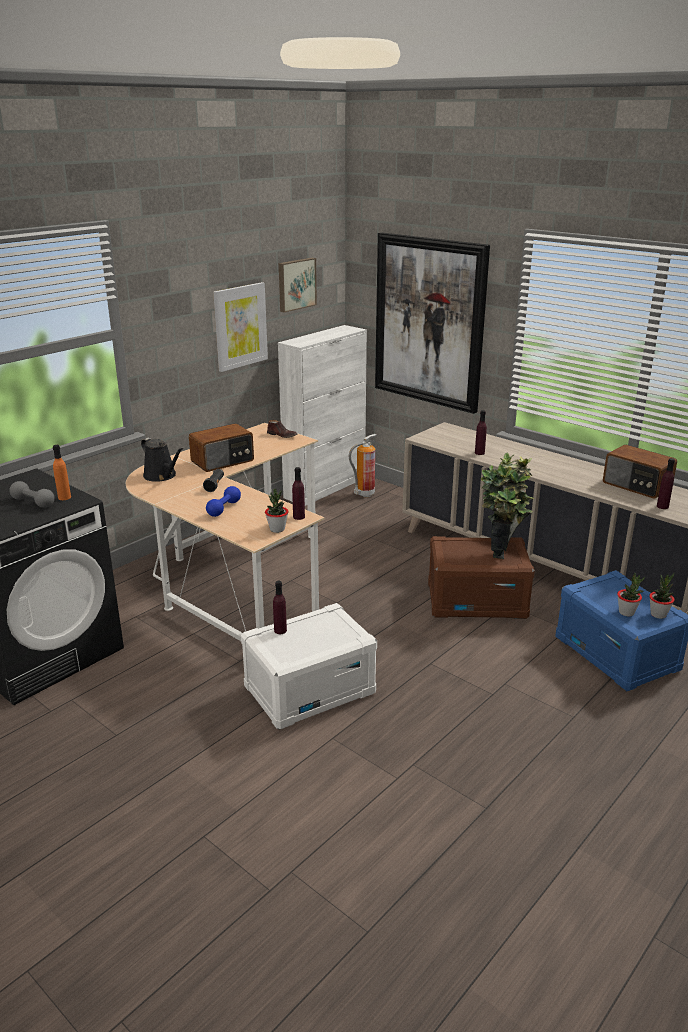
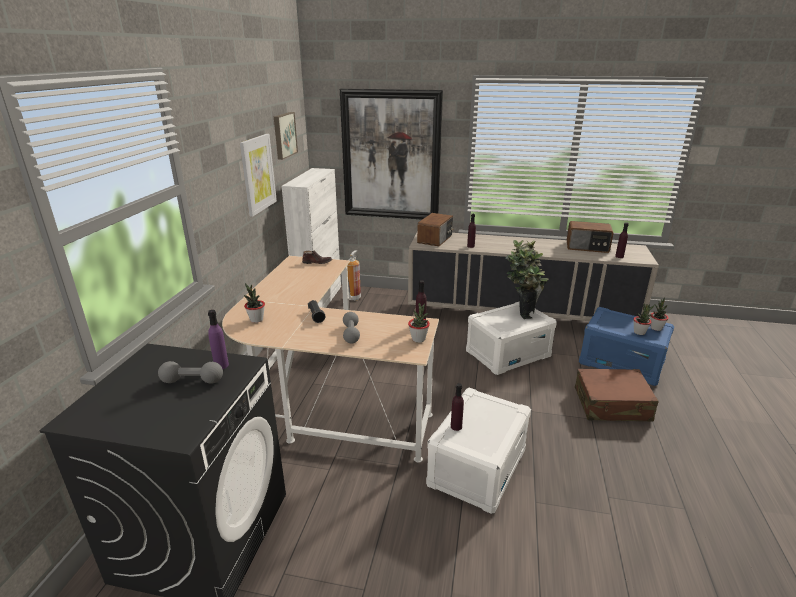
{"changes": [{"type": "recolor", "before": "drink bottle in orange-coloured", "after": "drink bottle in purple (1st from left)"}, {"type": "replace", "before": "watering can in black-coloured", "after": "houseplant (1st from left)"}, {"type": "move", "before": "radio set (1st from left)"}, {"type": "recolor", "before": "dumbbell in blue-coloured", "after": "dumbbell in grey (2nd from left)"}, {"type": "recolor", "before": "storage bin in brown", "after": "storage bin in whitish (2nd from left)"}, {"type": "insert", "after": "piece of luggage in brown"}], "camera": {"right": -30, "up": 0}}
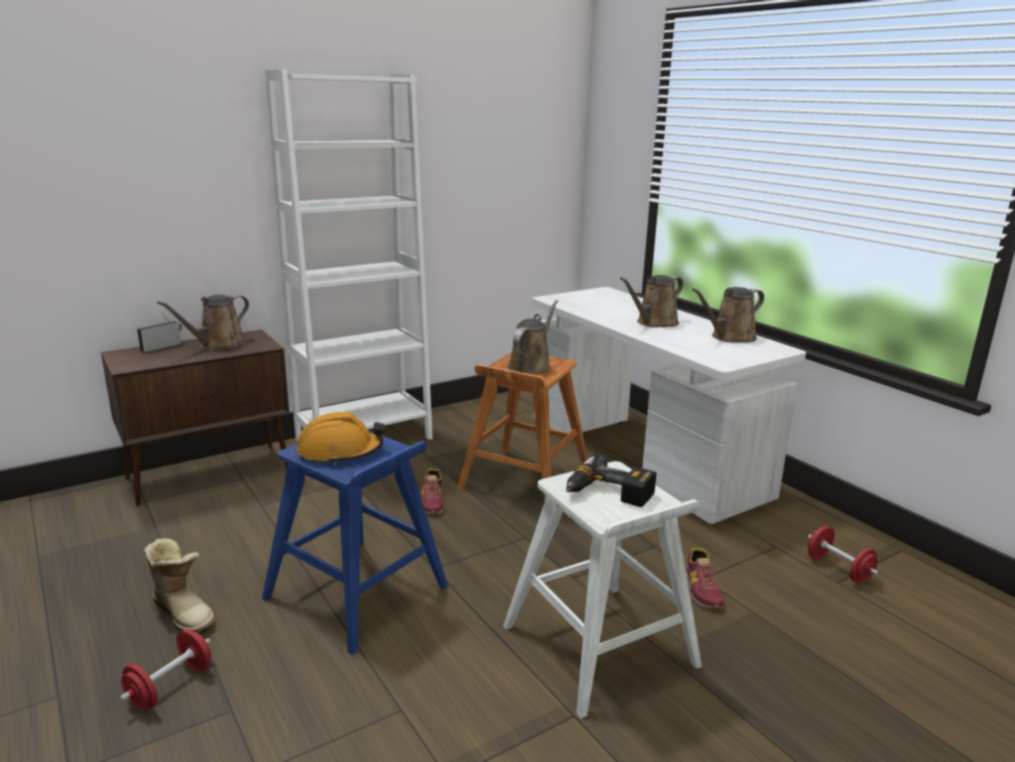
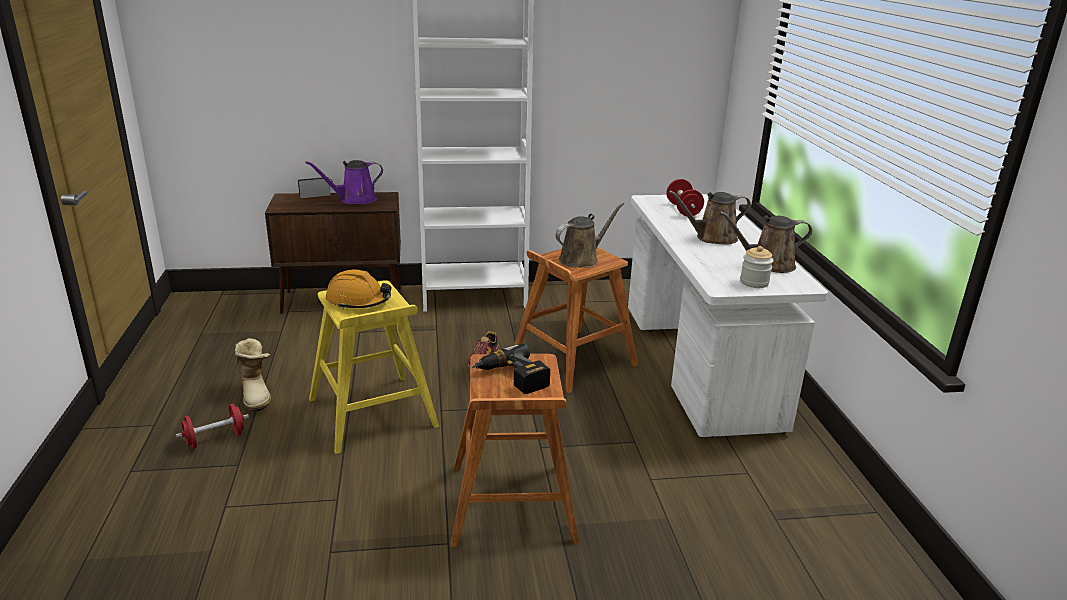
{"changes": [{"type": "recolor", "before": "watering can in brown (1st from left)", "after": "watering can in purple"}, {"type": "recolor", "before": "stool in blue-coloured", "after": "stool in yellow-coloured"}, {"type": "recolor", "before": "stool in whitish", "after": "stool in brown (1st from left)"}, {"type": "delete", "before": "low shoe (2nd from left)"}, {"type": "move", "before": "dumbbell in reddish (2nd from left)"}, {"type": "insert", "after": "preserve jar"}], "camera": {"right": 25, "up": 5}}
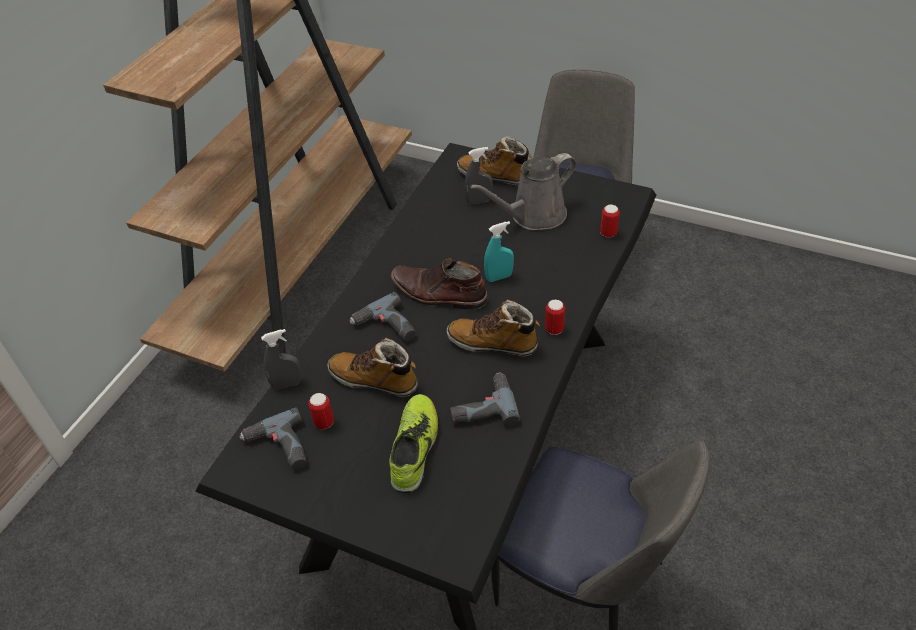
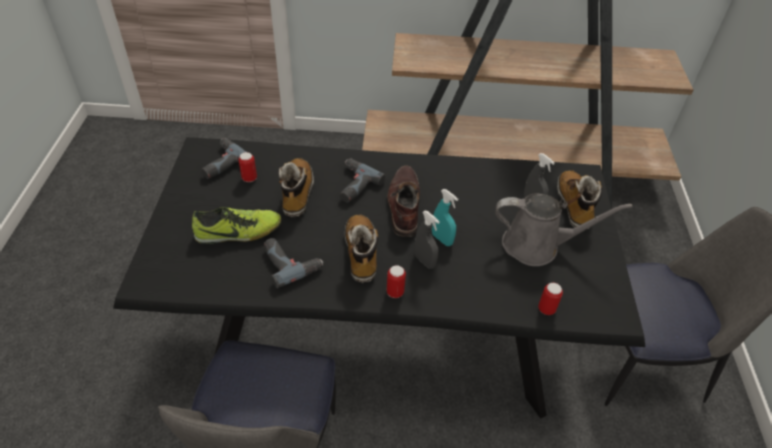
{"changes": [{"type": "move", "before": "sprayer in grey (1st from left)"}, {"type": "rotate", "before": "watering can in grey", "turn": 150}], "camera": {"right": 65, "up": 0}}
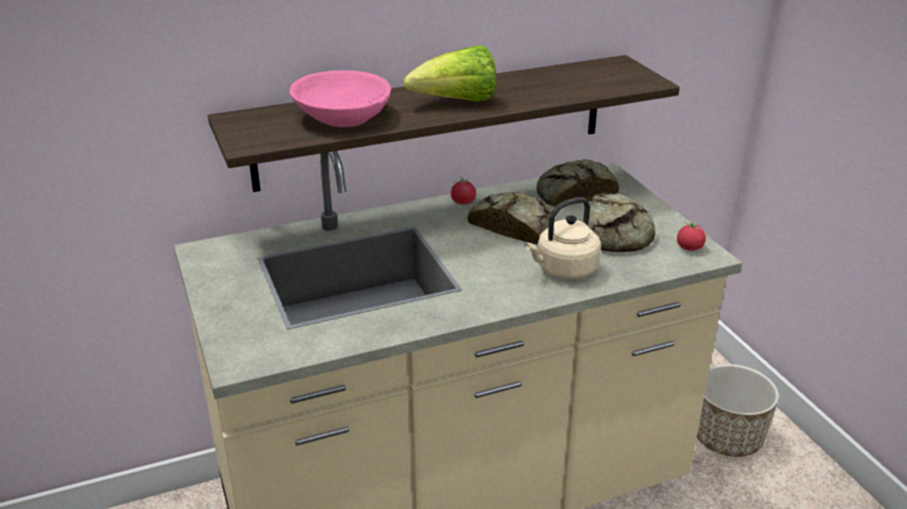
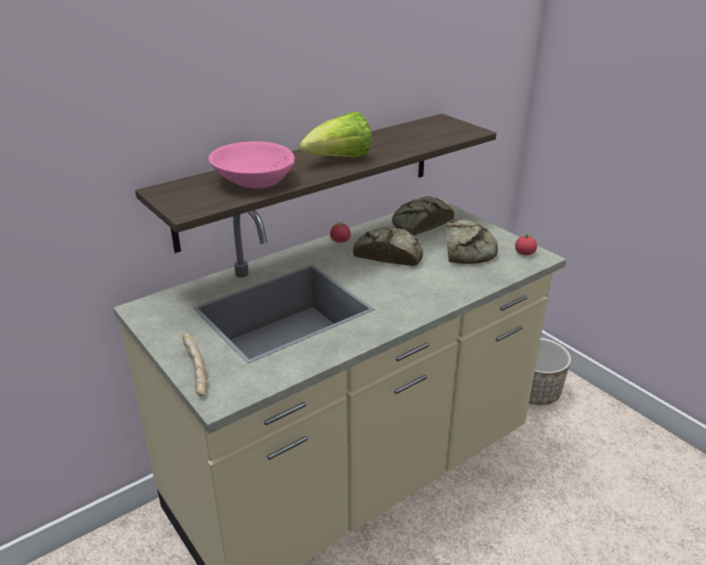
{"changes": [{"type": "delete", "before": "kettle in beige-coloured"}, {"type": "insert", "after": "baked bread (1st from left)"}], "camera": {"right": -15, "up": 0}}
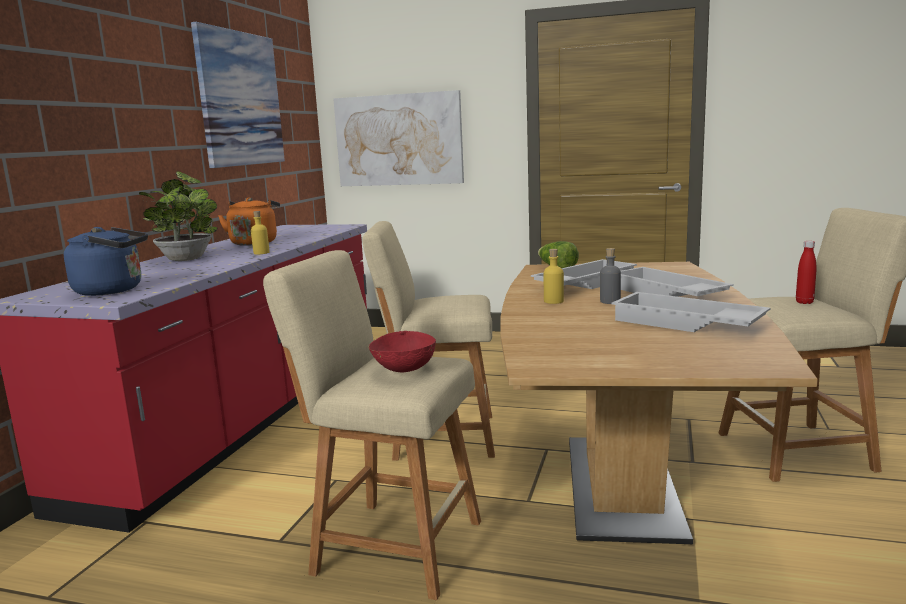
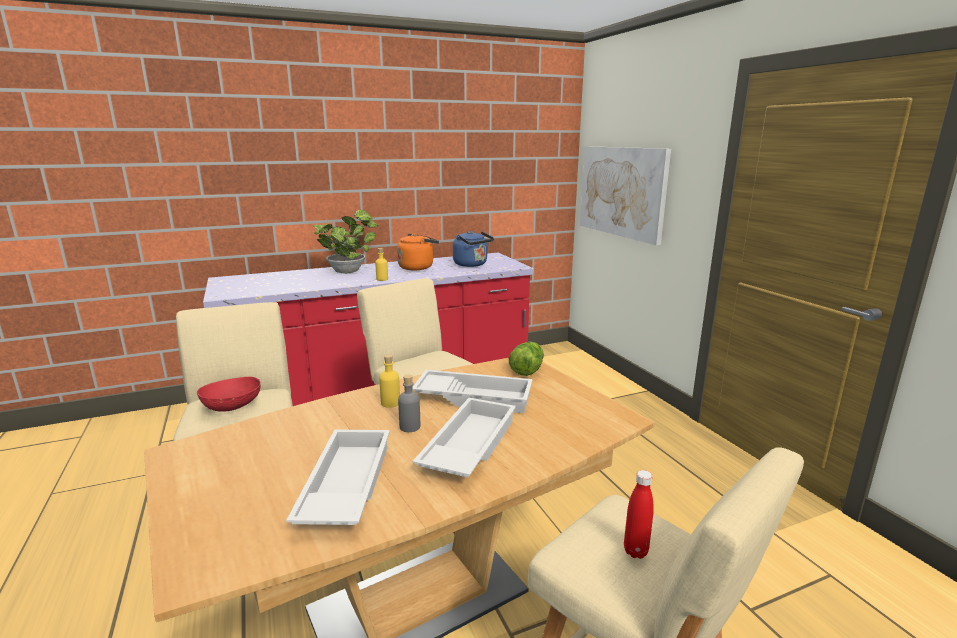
{"changes": [{"type": "move", "before": "kettle in blue-coloured"}, {"type": "delete", "before": "wall art (1st from left)"}], "camera": {"right": 50, "up": 5}}
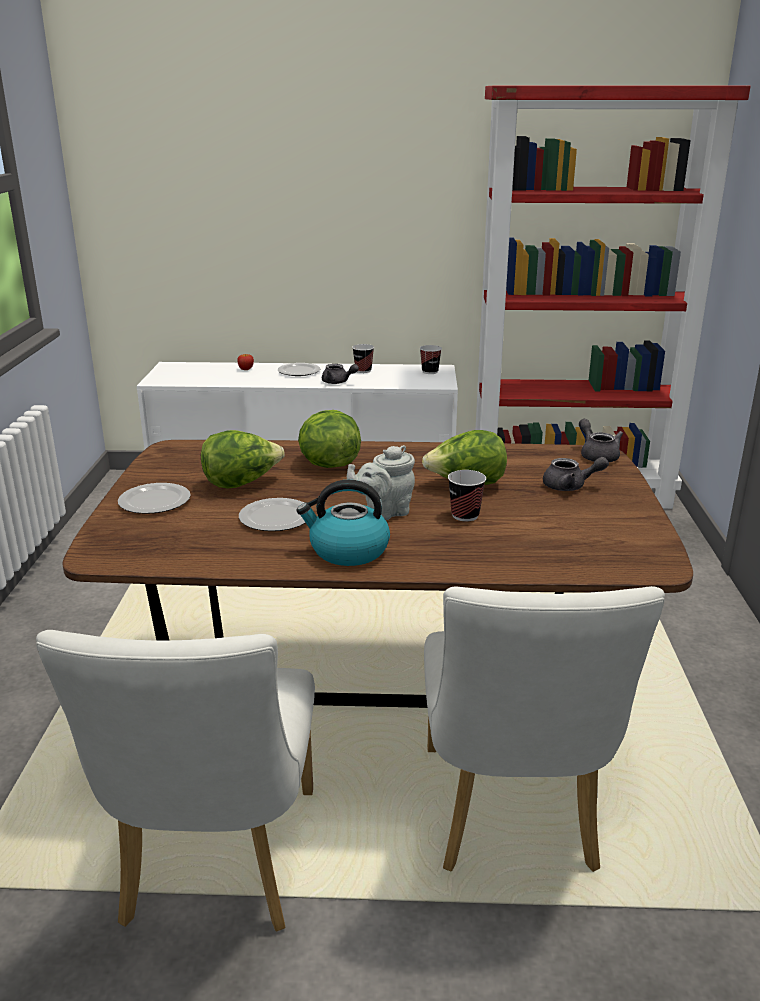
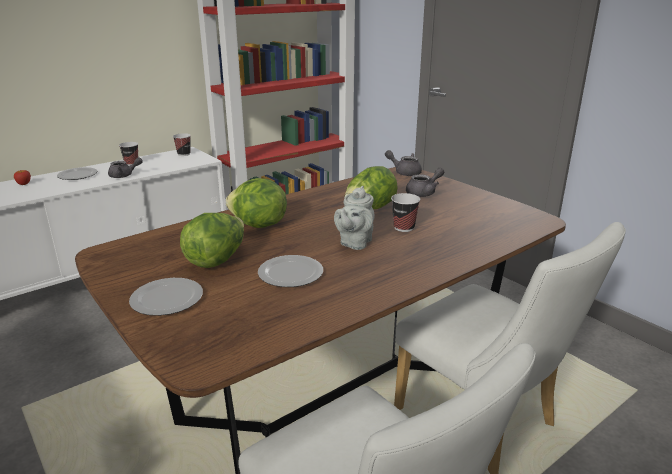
{"changes": [{"type": "delete", "before": "kettle"}], "camera": {"right": -40, "up": 0}}
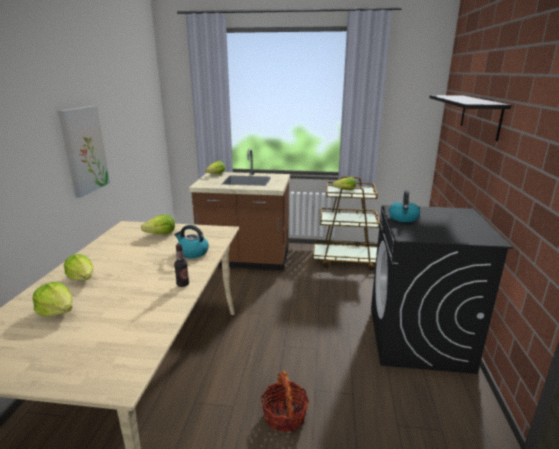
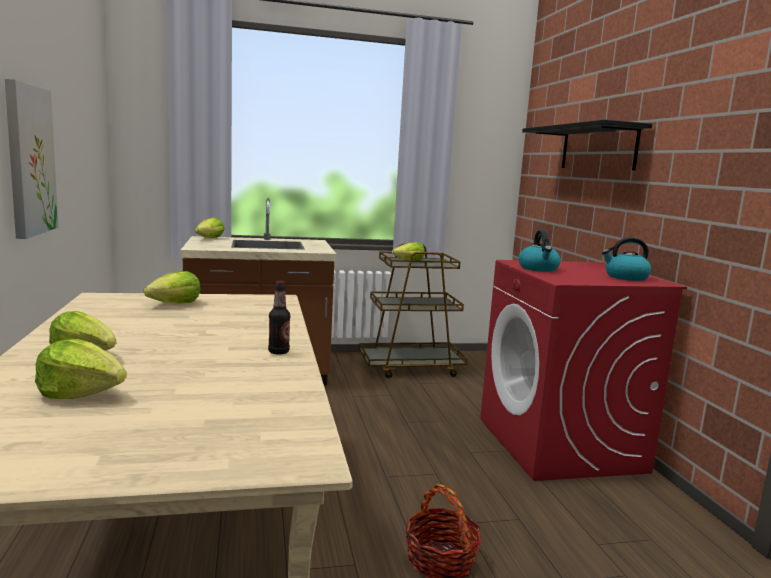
{"changes": [{"type": "move", "before": "kettle (1st from left in the first image)", "after": "kettle (2nd from left)"}, {"type": "recolor", "before": "laundry machine in black-coloured", "after": "laundry machine in reddish"}], "camera": {"right": -20, "up": -10}}
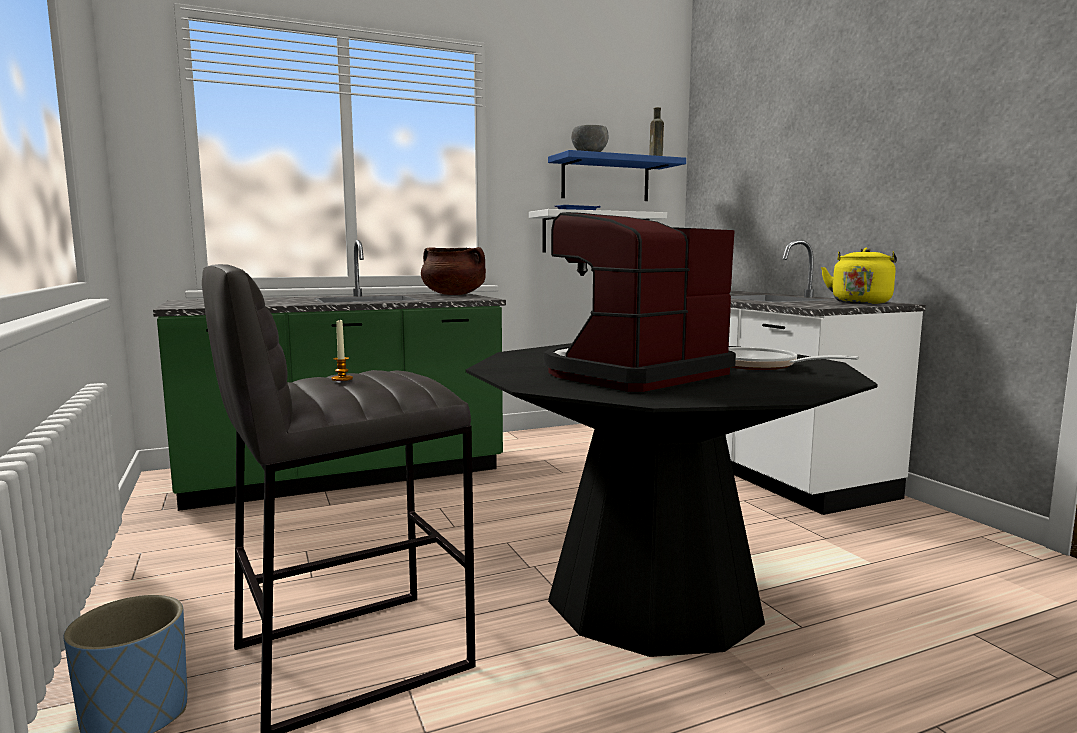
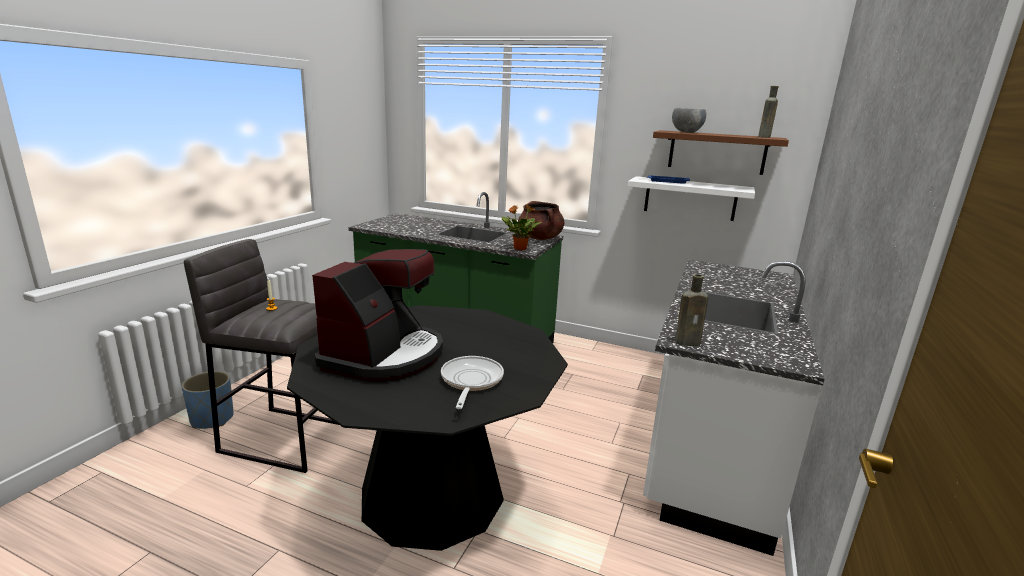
{"changes": [{"type": "rotate", "before": "coffee brewer", "turn": 105}, {"type": "recolor", "before": "shelf in blue-coloured", "after": "shelf in brown"}, {"type": "delete", "before": "kettle in yellow-coloured"}, {"type": "insert", "after": "houseplant"}, {"type": "insert", "after": "drink bottle in brown (1st from left)"}], "camera": {"right": 45, "up": 10}}
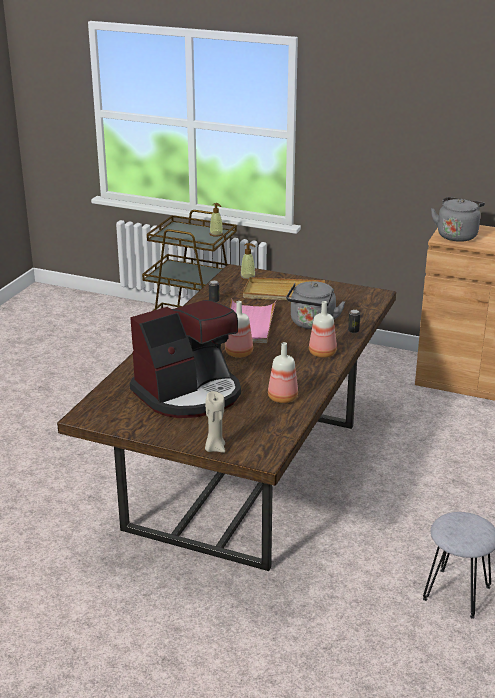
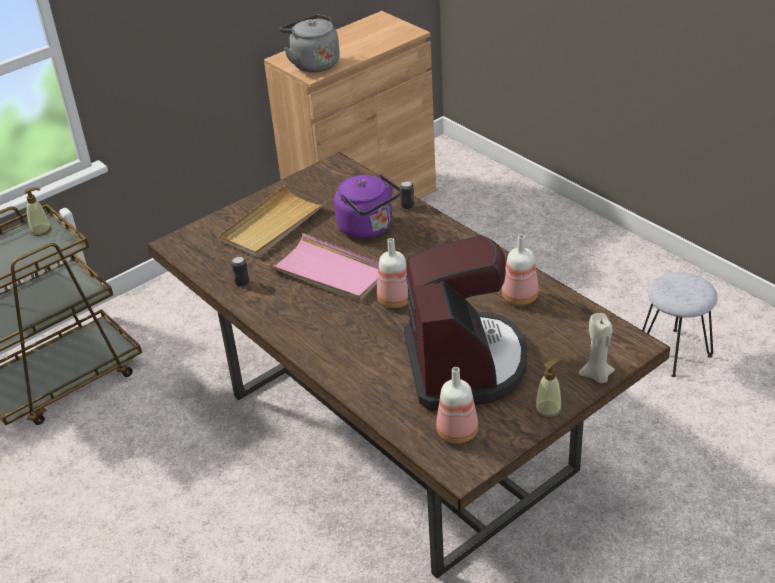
{"changes": [{"type": "move", "before": "soap dispenser (2nd from left)"}, {"type": "recolor", "before": "kettle in grey (1st from left)", "after": "kettle in purple"}, {"type": "move", "before": "drink bottle (3rd from left in the first image)", "after": "drink bottle (2nd from left)"}], "camera": {"right": -60, "up": 10}}
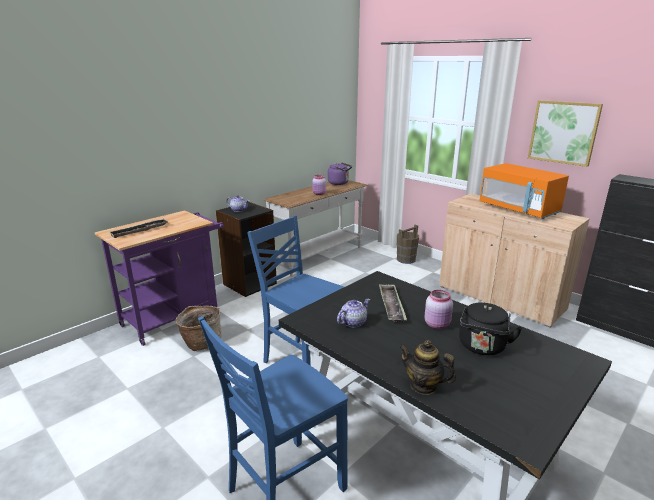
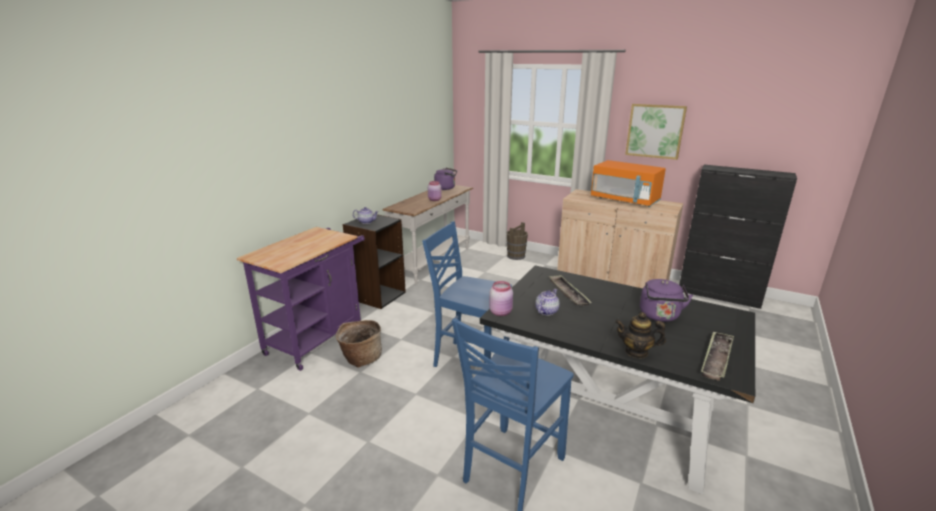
{"changes": [{"type": "move", "before": "carrying tray (1st from left in the first image)", "after": "carrying tray (2nd from left)"}, {"type": "move", "before": "preserve jar in pink (2nd from left)"}, {"type": "recolor", "before": "kettle in black-coloured", "after": "kettle in purple (2nd from left)"}], "camera": {"right": -15, "up": 0}}
